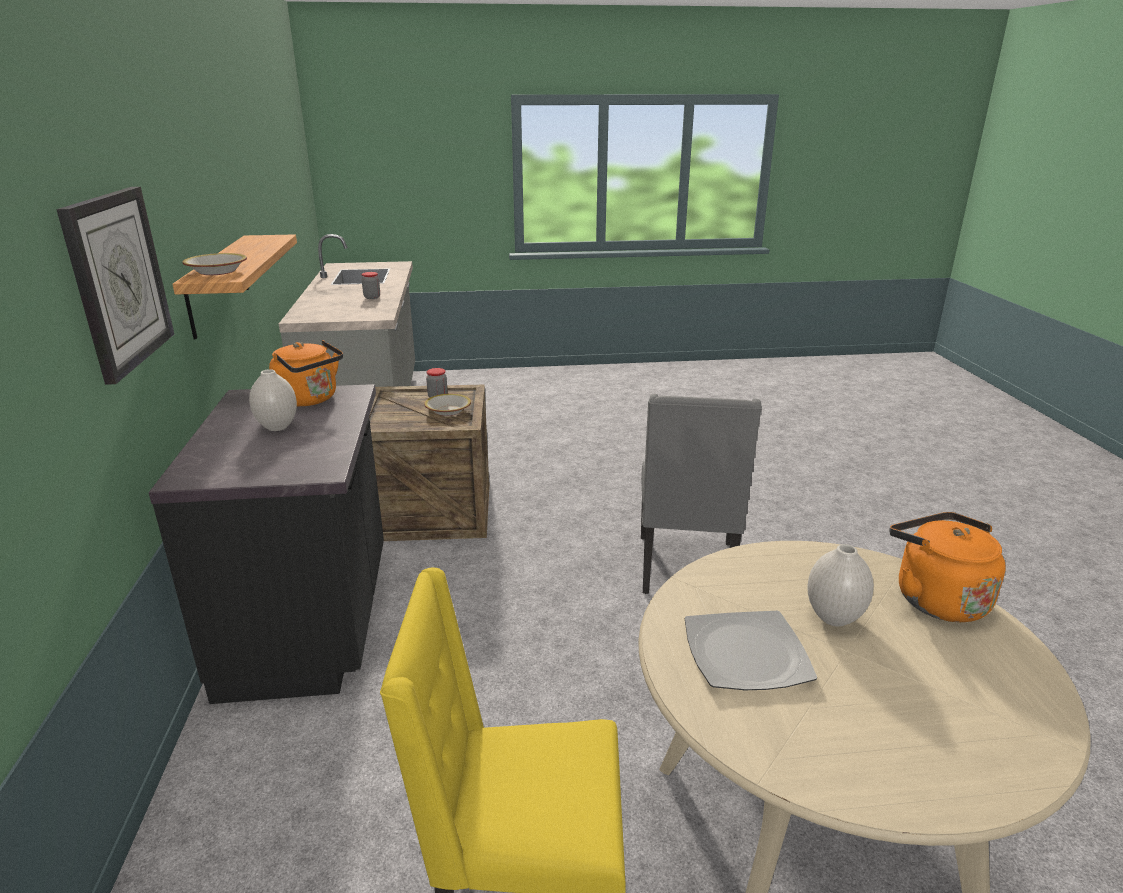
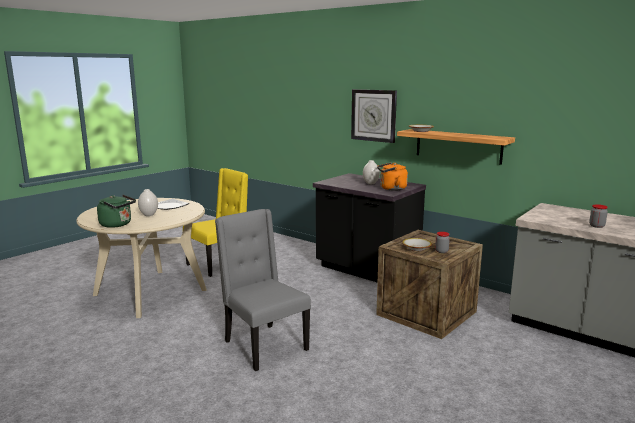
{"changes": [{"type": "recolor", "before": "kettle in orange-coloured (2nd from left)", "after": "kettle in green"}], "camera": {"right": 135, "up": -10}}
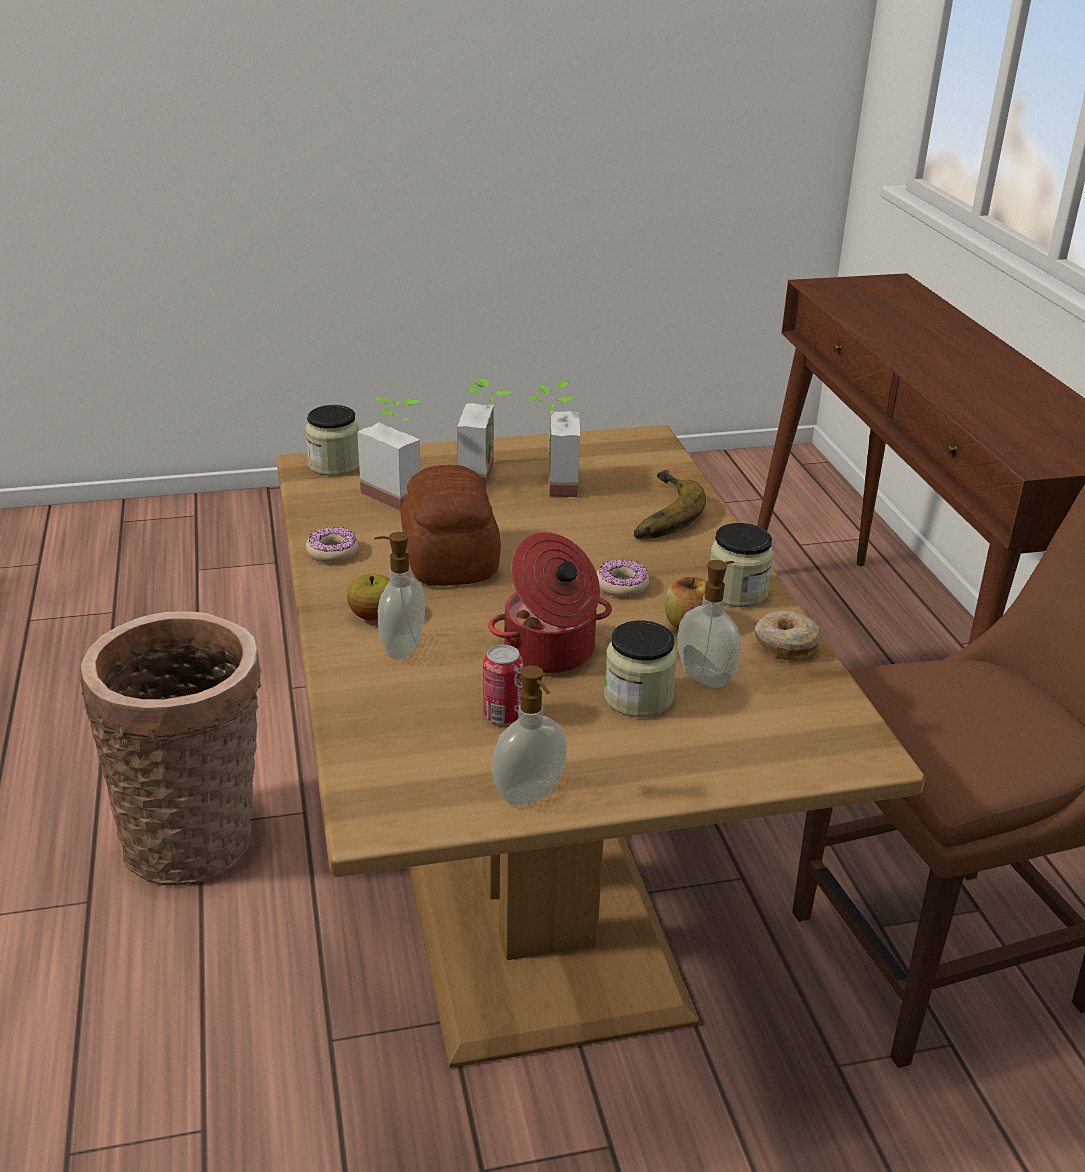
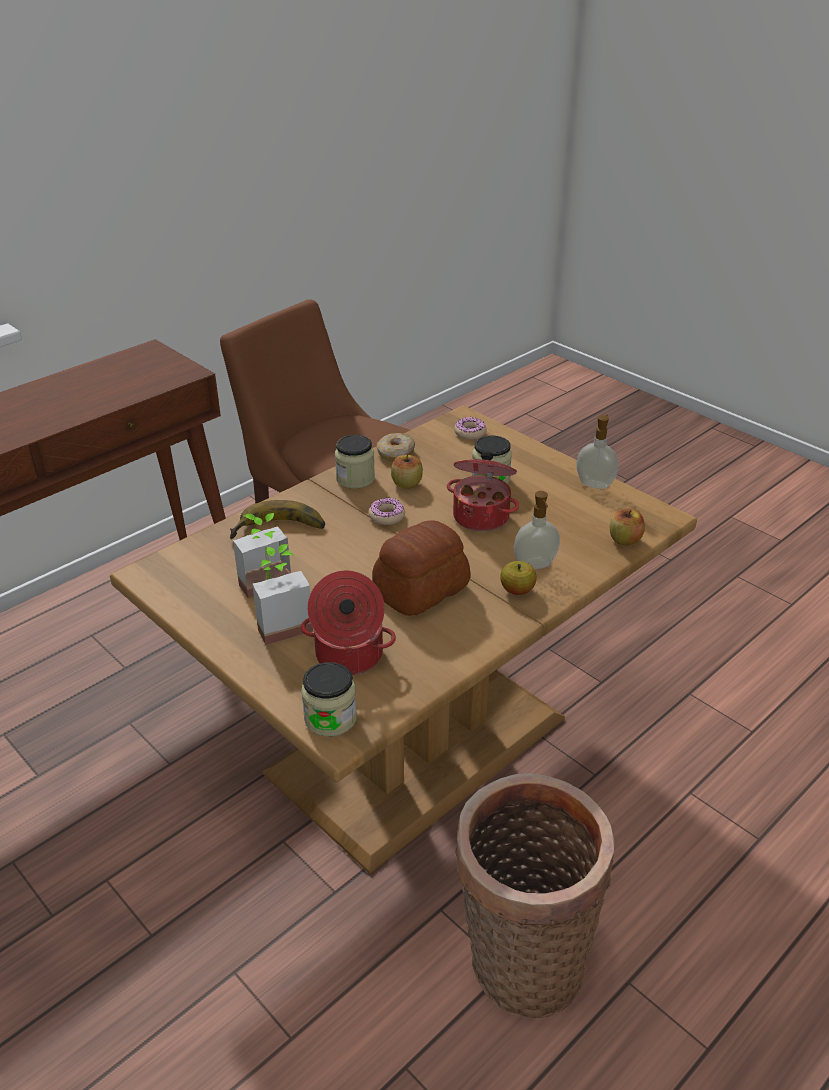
{"changes": [{"type": "move", "before": "doughnut (1st from left in the first image)", "after": "doughnut (3rd from left)"}, {"type": "replace", "before": "houseplant (1st from left)", "after": "stockpot (1st from left)"}, {"type": "delete", "before": "can"}, {"type": "delete", "before": "soap dispenser (3rd from left)"}, {"type": "insert", "after": "apple fruit (3rd from left)"}], "camera": {"right": -120, "up": 5}}
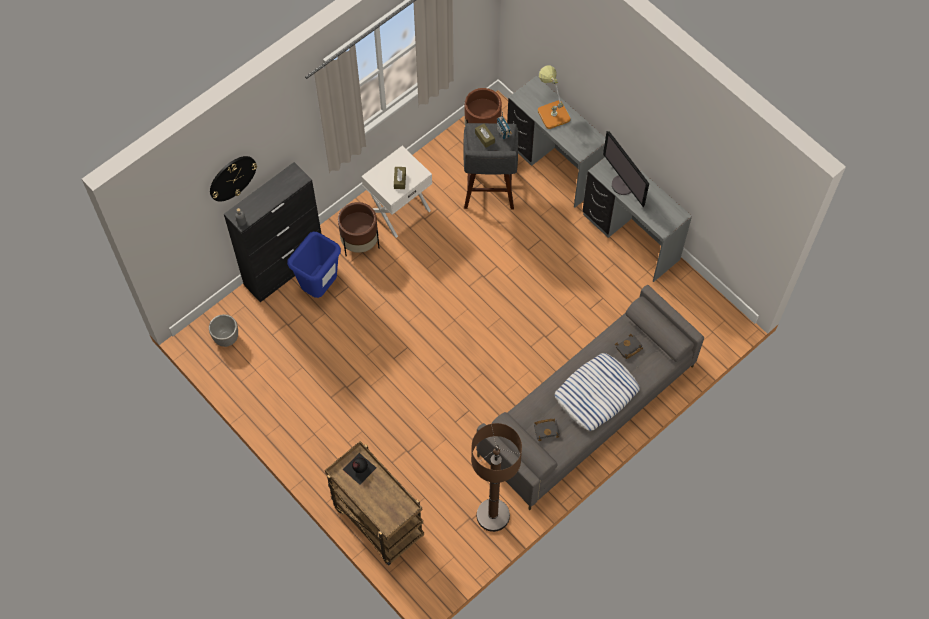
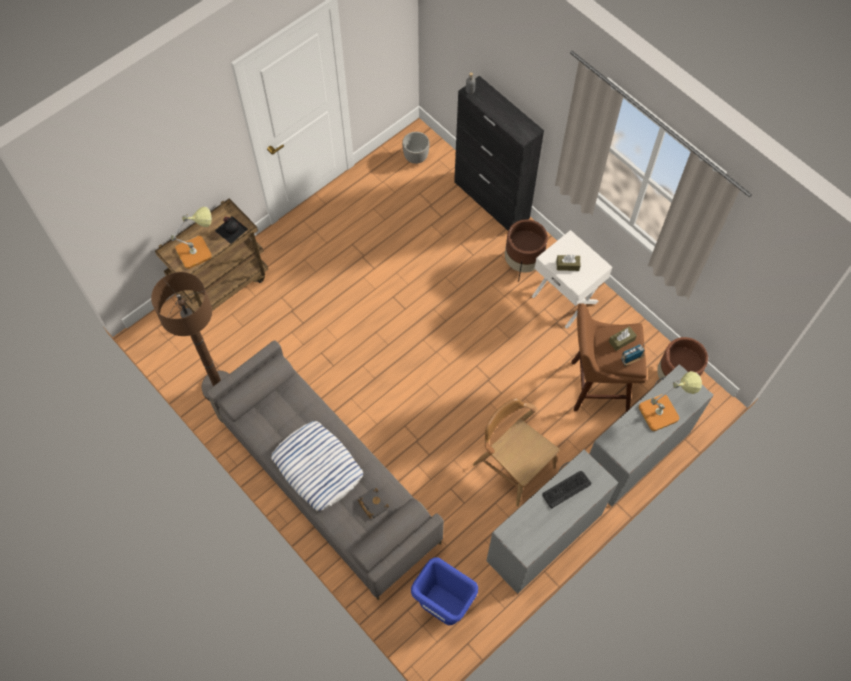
{"changes": [{"type": "delete", "before": "clock on the wall"}, {"type": "move", "before": "waste bin in blue-coloured"}, {"type": "recolor", "before": "stool in grey", "after": "stool in brown"}, {"type": "delete", "before": "book in black-coloured (1st from left)"}, {"type": "replace", "before": "computer screen", "after": "computer keyboard"}, {"type": "insert", "after": "lamp for a table (1st from left)"}, {"type": "insert", "after": "plain chair in brown"}], "camera": {"right": 90, "up": 0}}
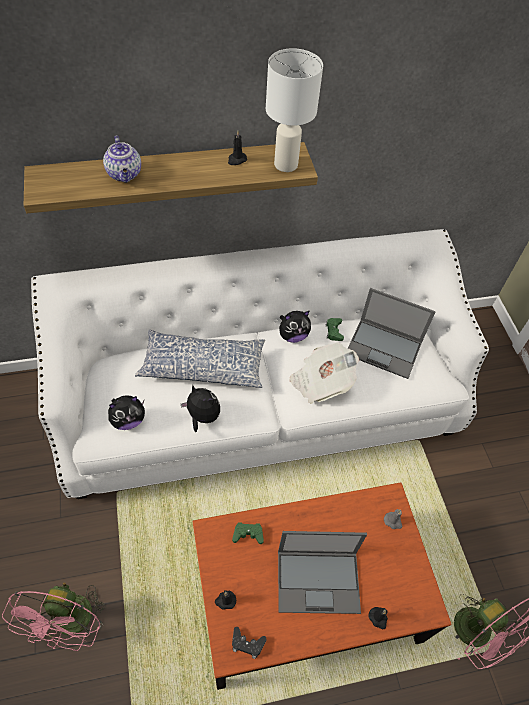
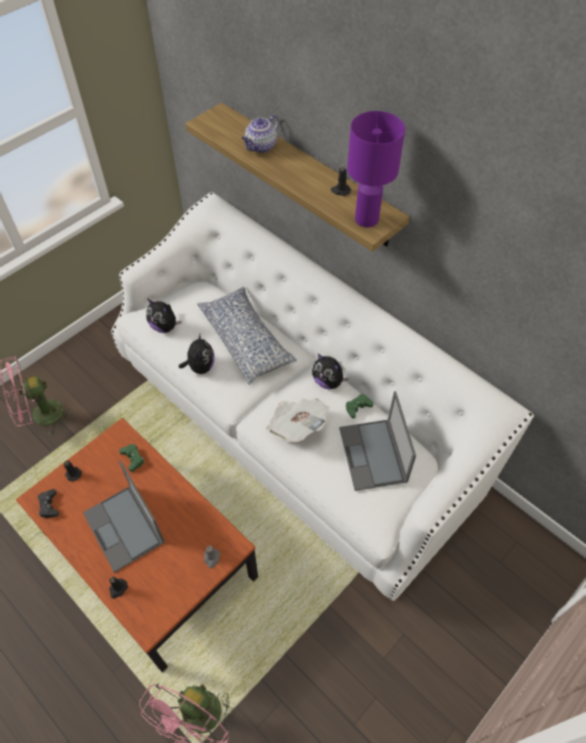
{"changes": [{"type": "recolor", "before": "lamp for a table in whitish", "after": "lamp for a table in purple"}], "camera": {"right": 60, "up": 0}}
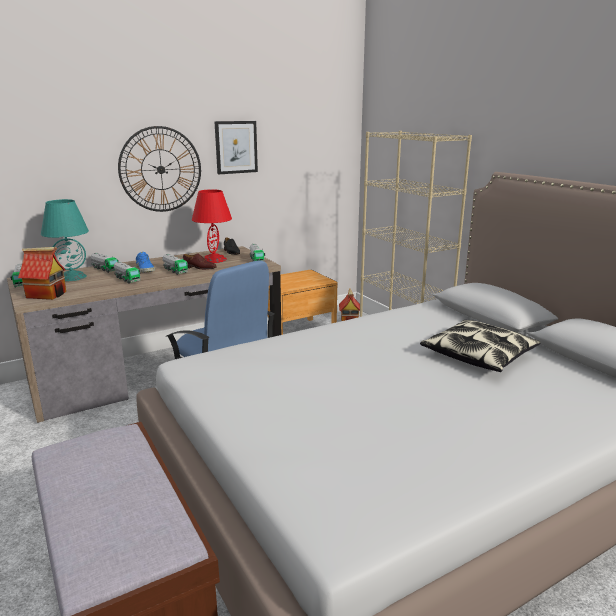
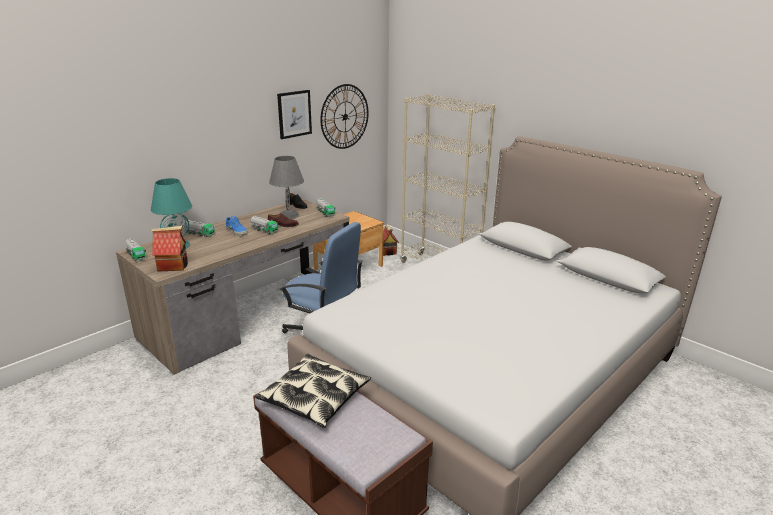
{"changes": [{"type": "delete", "before": "model truck (3rd from left)"}, {"type": "move", "before": "clock on the wall"}, {"type": "recolor", "before": "lamp for a table in reddish", "after": "lamp for a table in grey"}, {"type": "move", "before": "pillow"}], "camera": {"right": -15, "up": 5}}
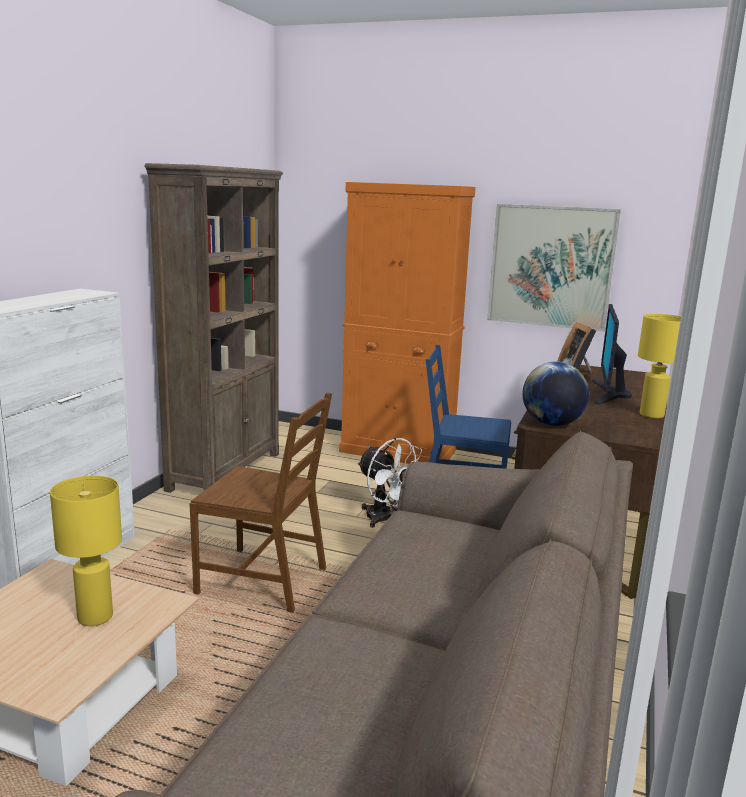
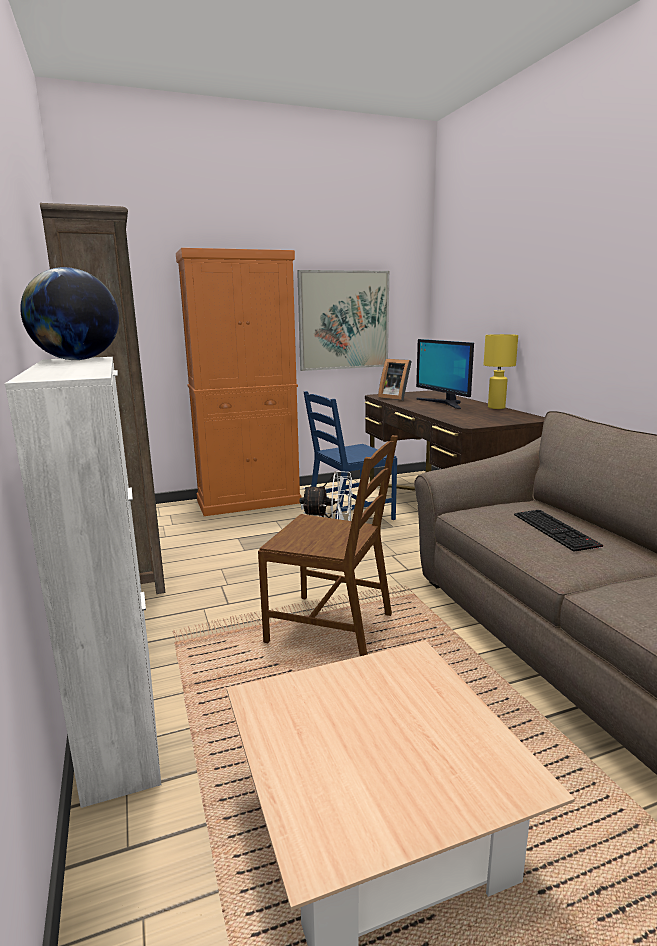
{"changes": [{"type": "delete", "before": "lamp for a table in yellow-coloured (1st from left)"}, {"type": "rotate", "before": "plain chair in brown", "turn": 45}, {"type": "move", "before": "globe"}, {"type": "insert", "after": "computer keyboard"}], "camera": {"right": -40, "up": 0}}
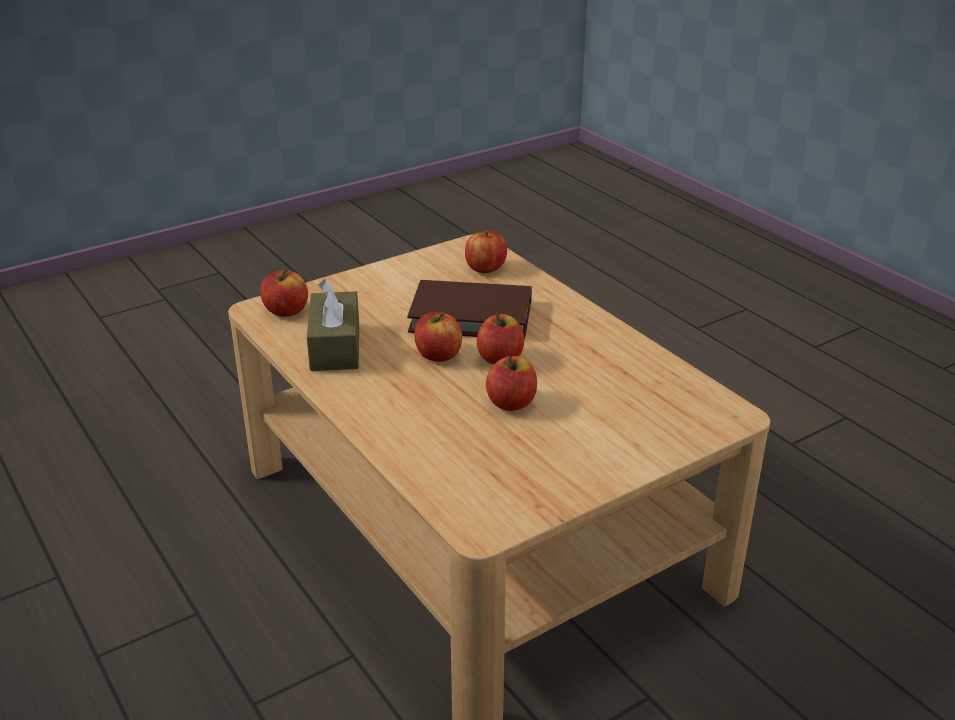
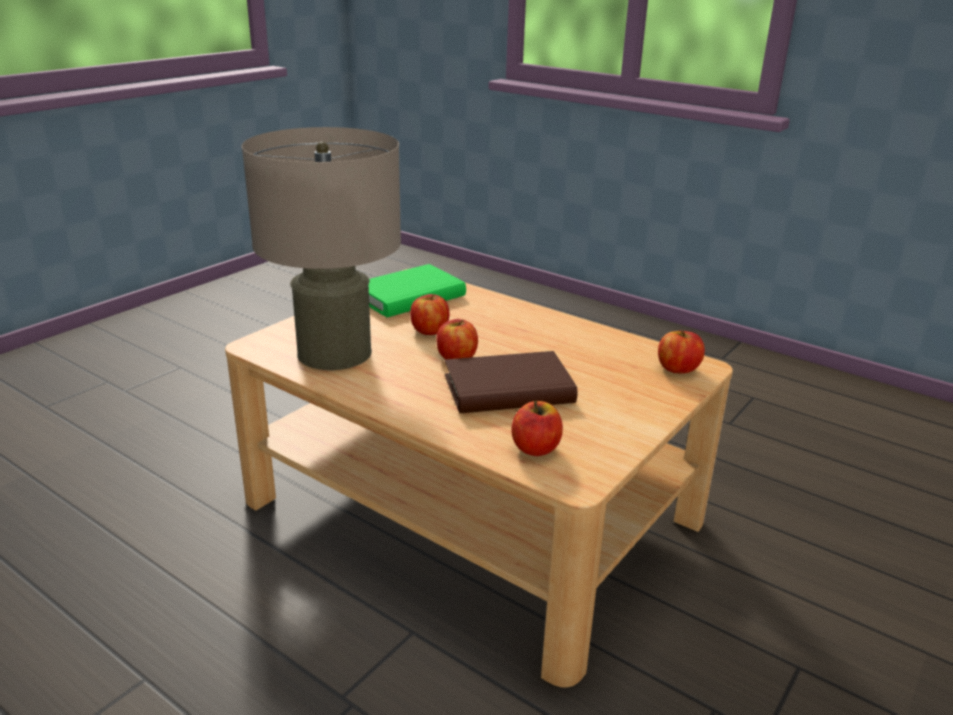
{"changes": [{"type": "delete", "before": "box of tissues in brown"}, {"type": "delete", "before": "apple fruit (2nd from left)"}, {"type": "insert", "after": "lamp for a table in beige-coloured"}, {"type": "insert", "after": "book in green"}], "camera": {"right": 160, "up": -5}}
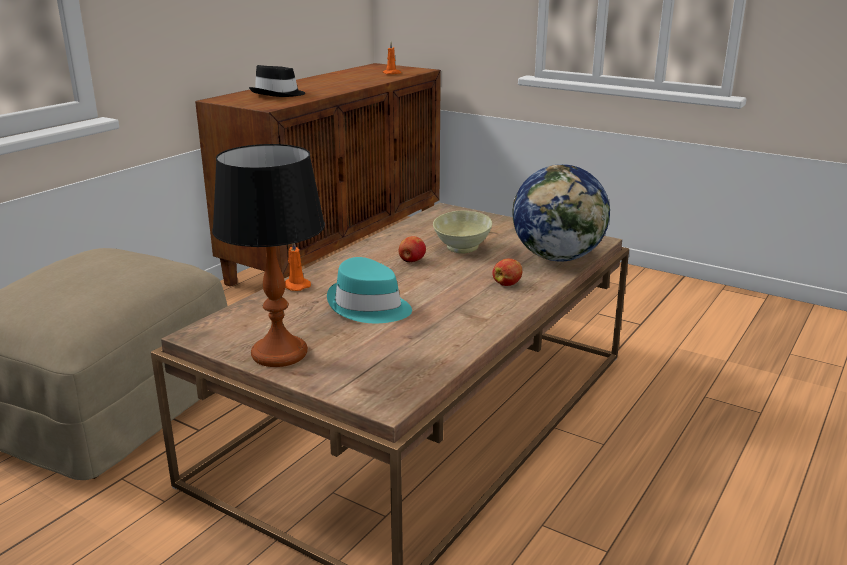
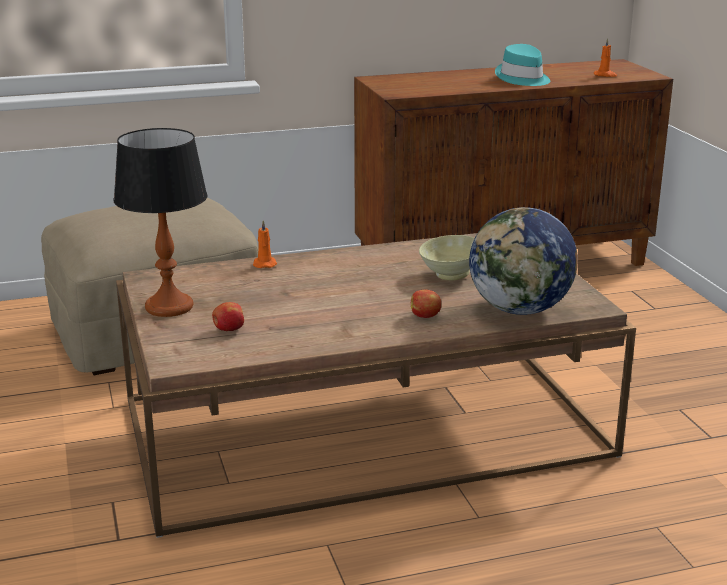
{"changes": [{"type": "delete", "before": "wearable hat in black-coloured"}, {"type": "move", "before": "wearable hat in turquoise-coloured"}, {"type": "move", "before": "apple fruit (1st from left)"}], "camera": {"right": 40, "up": 0}}
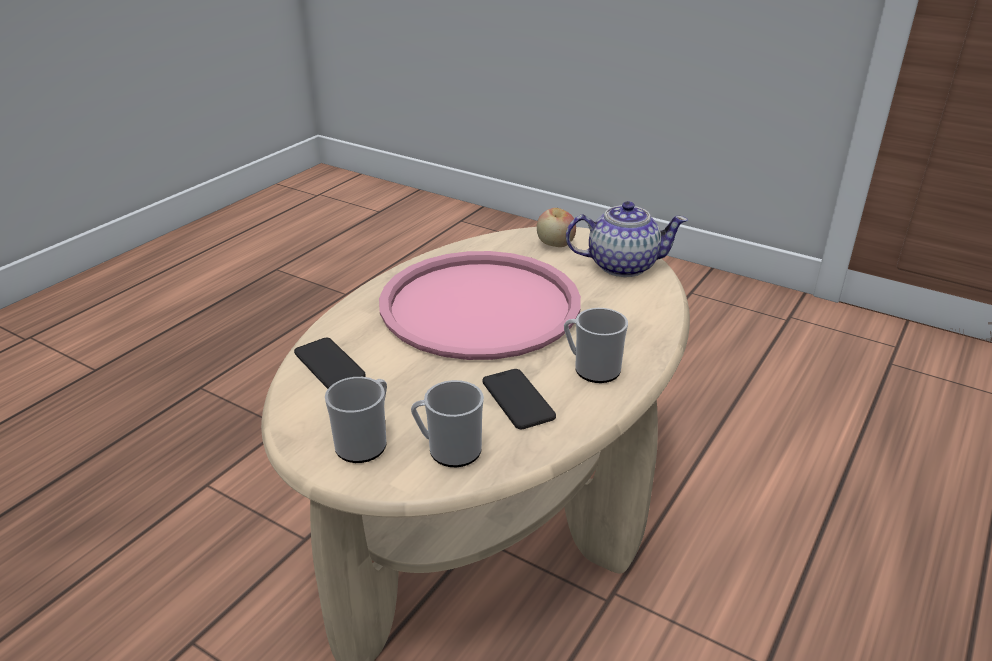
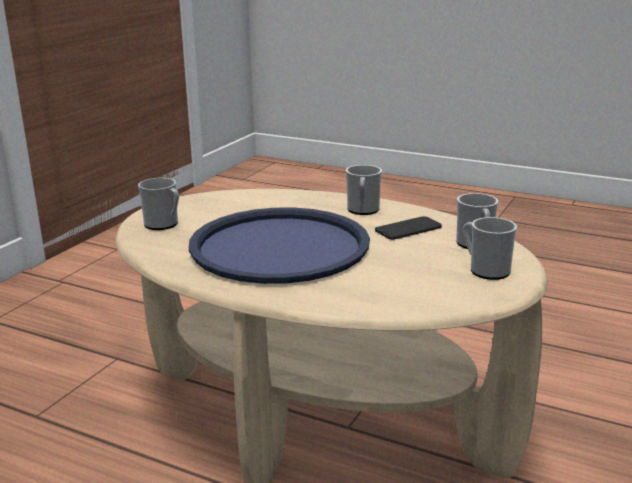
{"changes": [{"type": "delete", "before": "phone (1st from left)"}, {"type": "recolor", "before": "carrying tray in pink", "after": "carrying tray in blue-coloured"}, {"type": "replace", "before": "apple fruit", "after": "mug (1st from left)"}, {"type": "delete", "before": "pot for tea"}], "camera": {"right": -95, "up": -10}}
